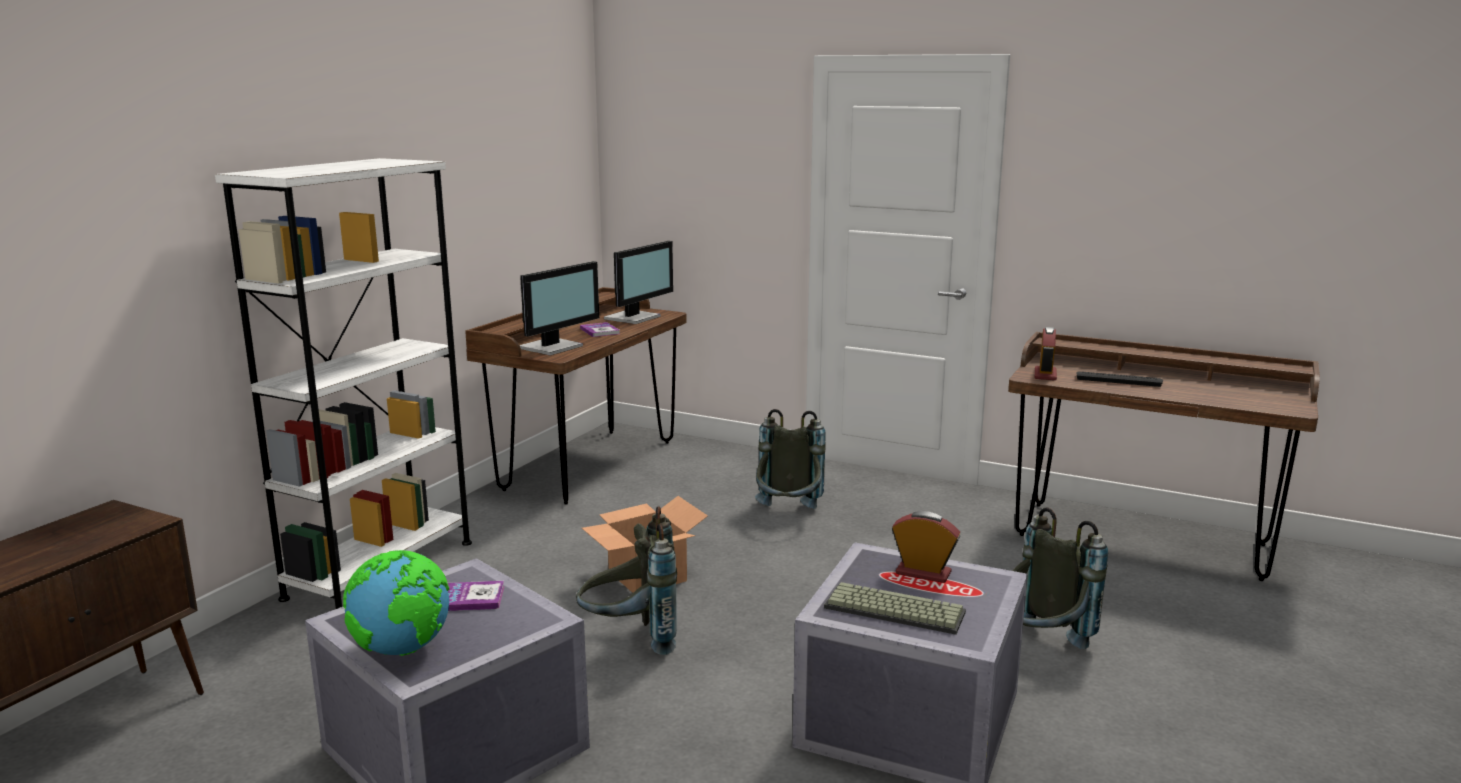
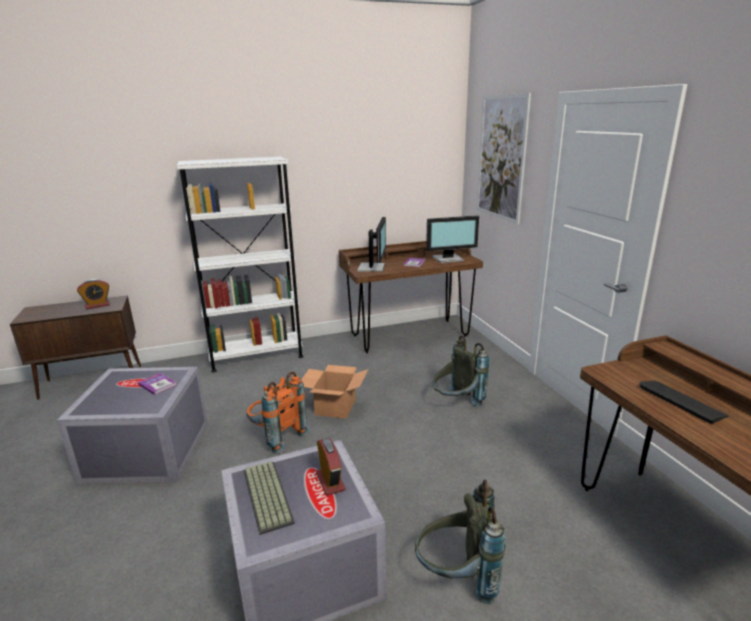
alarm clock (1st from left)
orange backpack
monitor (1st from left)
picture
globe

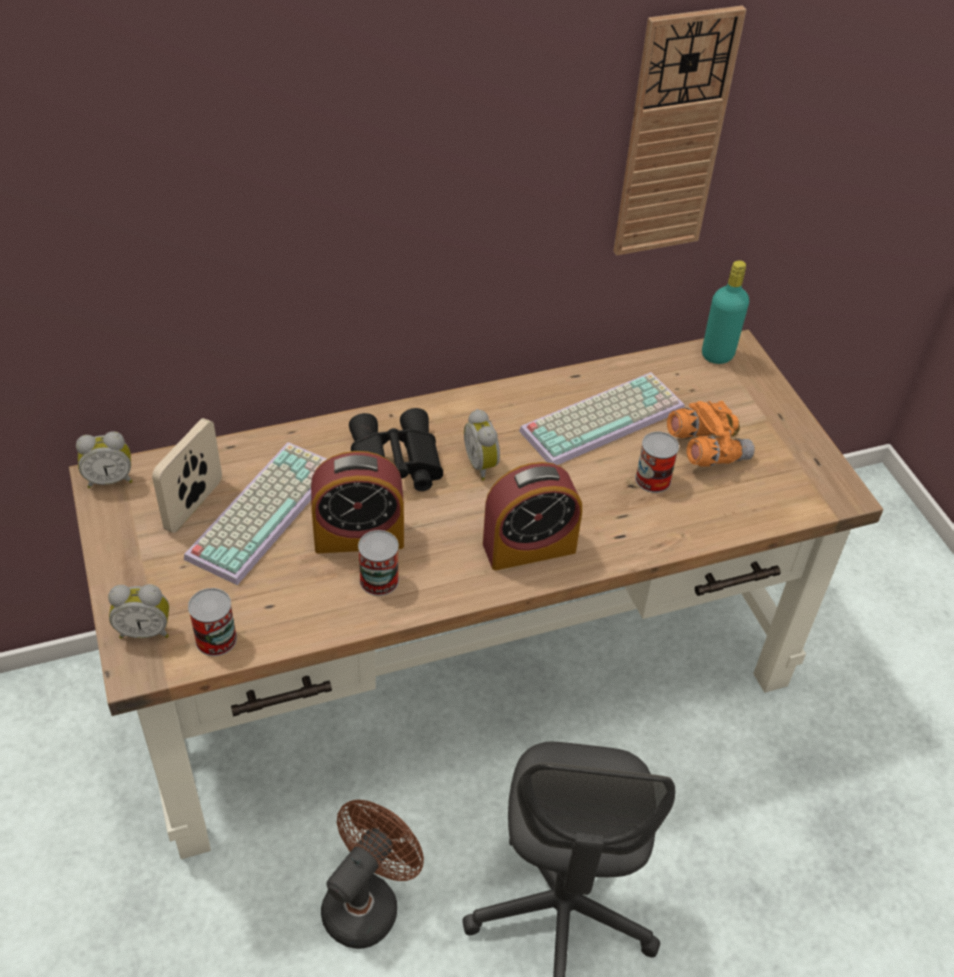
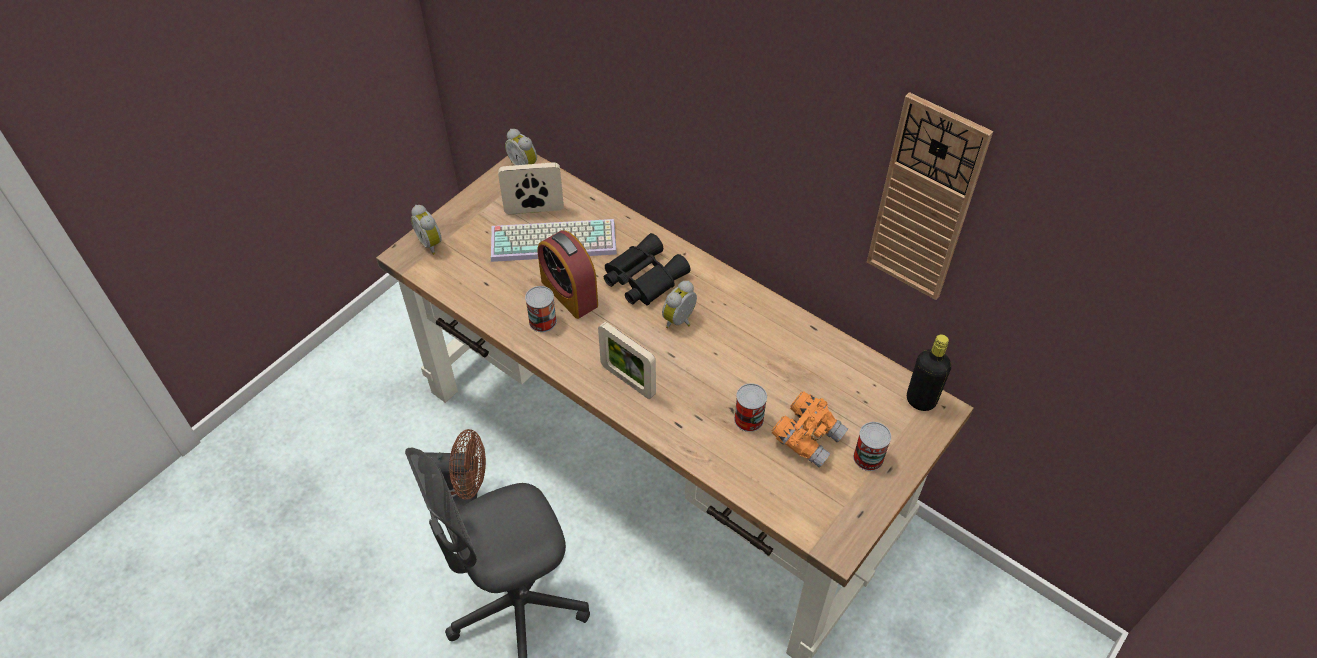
picture frame (2nd from left)
can (3rd from left)
black bottle
keyboard (2nd from left in the first image)

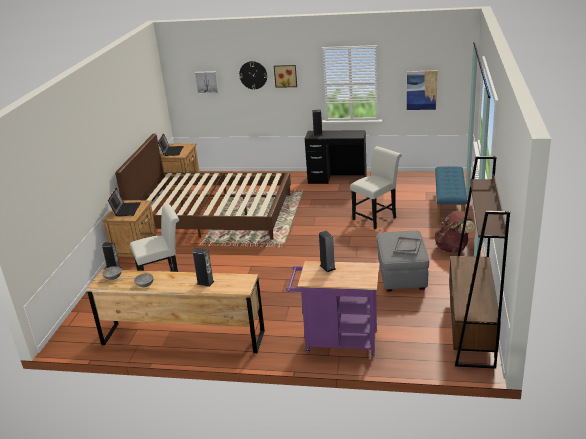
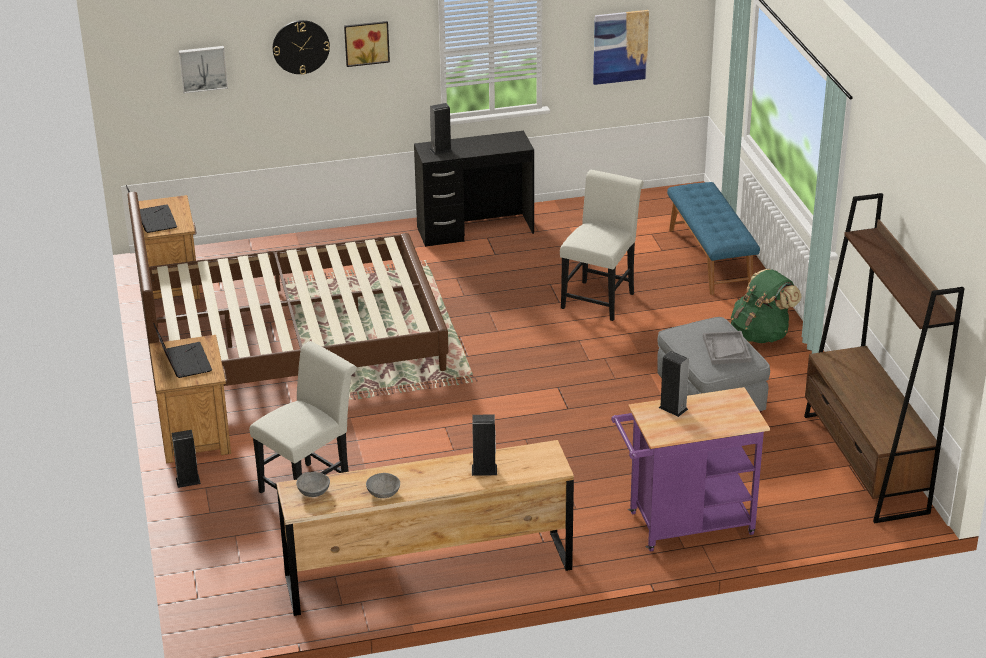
green backpack

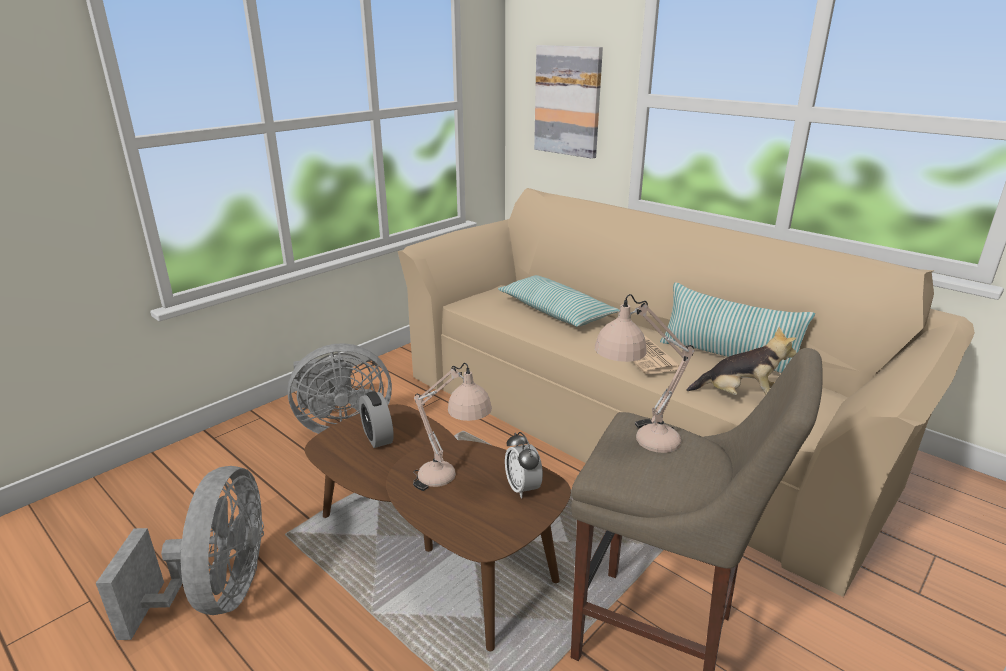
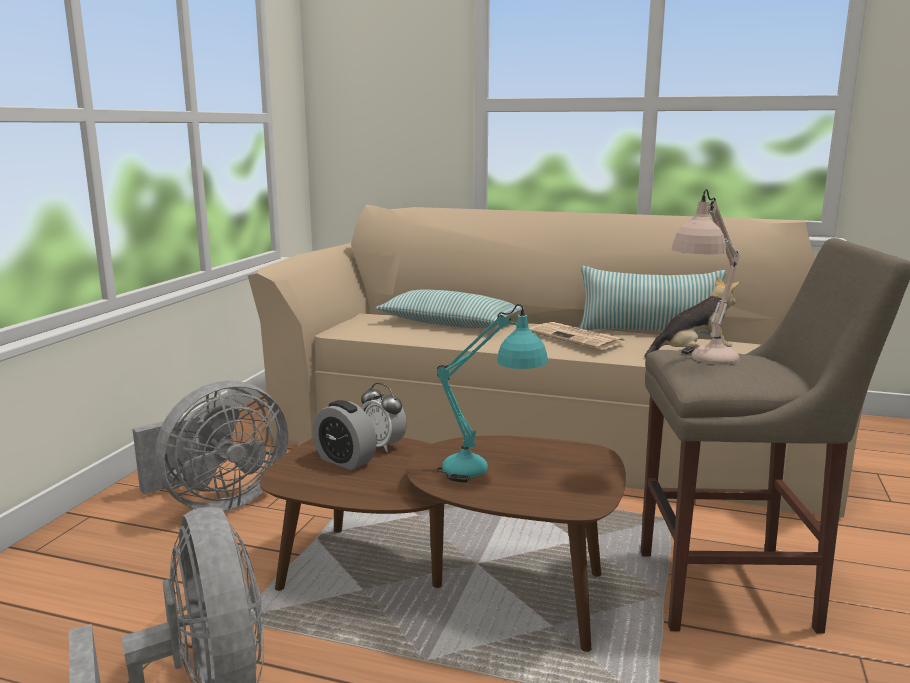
alarm clock (2nd from left)
turquoise table lamp
picture

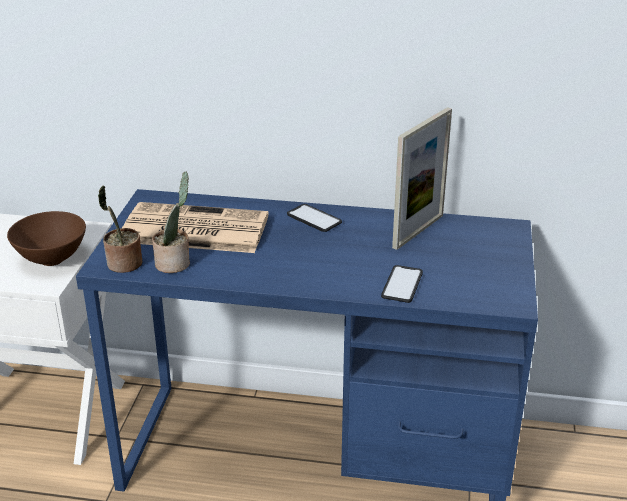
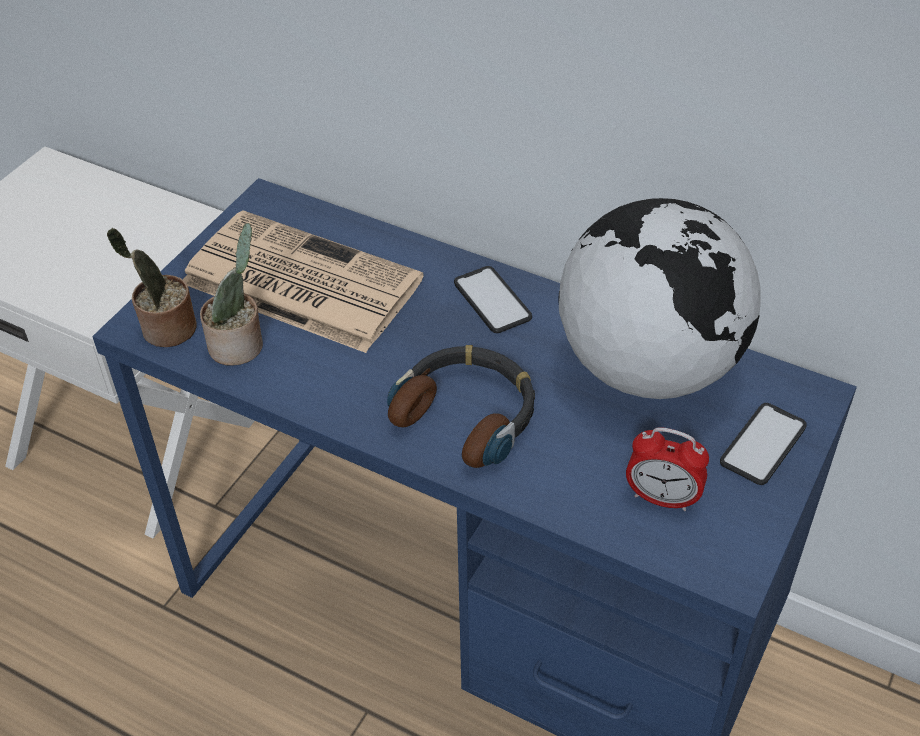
headphones
globe
alarm clock
phone (2nd from left)
brown bowl

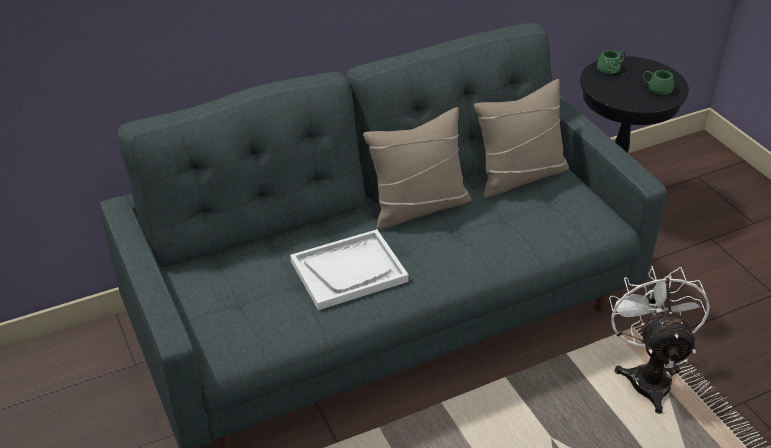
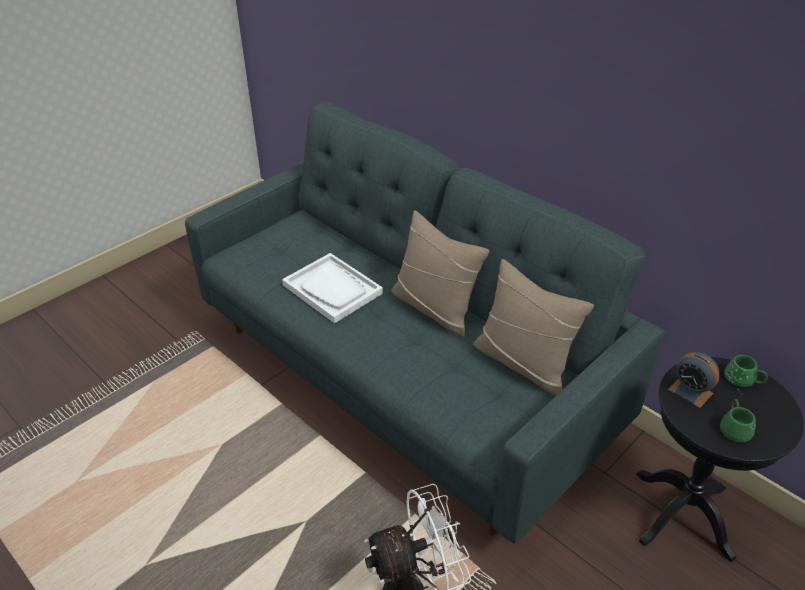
alarm clock

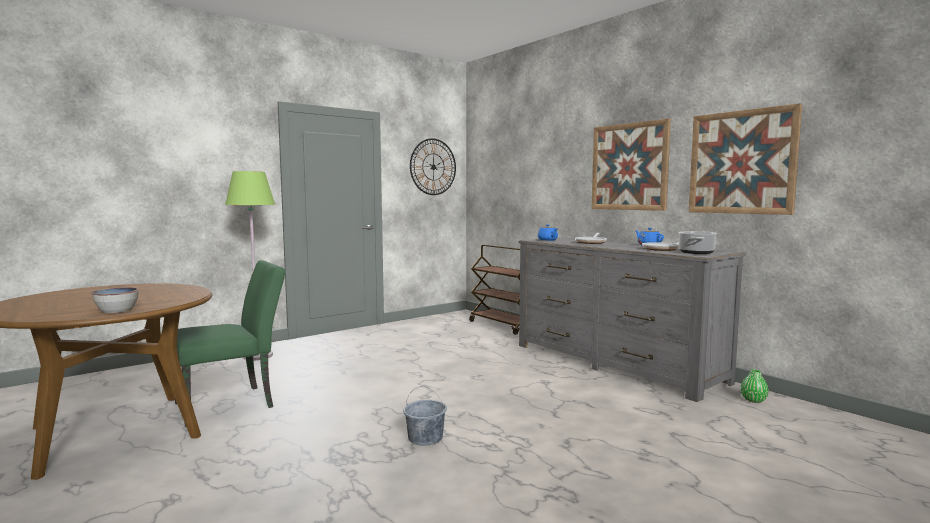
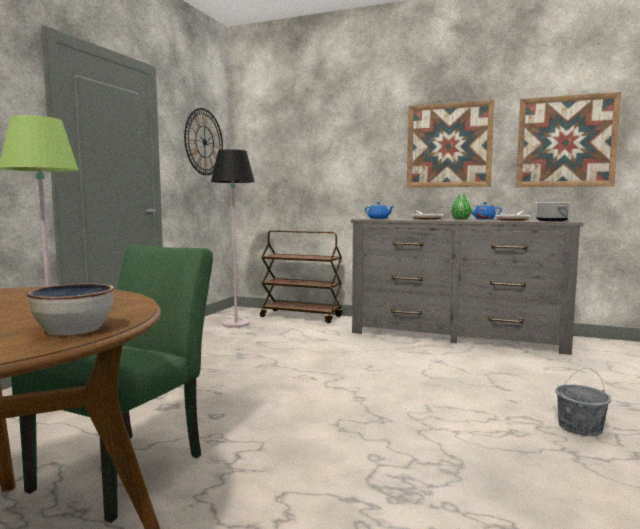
black floor lamp
green vase
grey bucket

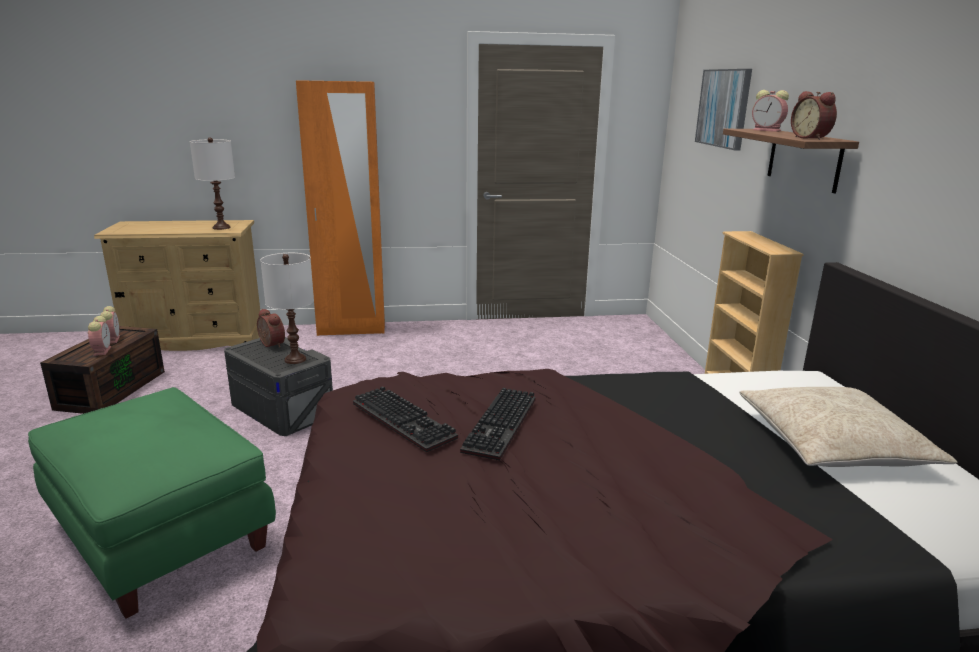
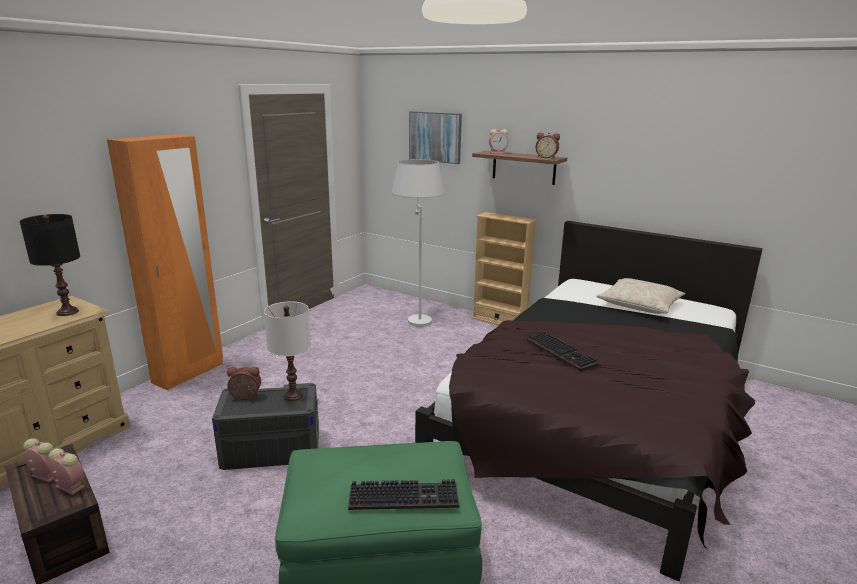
black table lamp
keyboard (1st from left)
white floor lamp

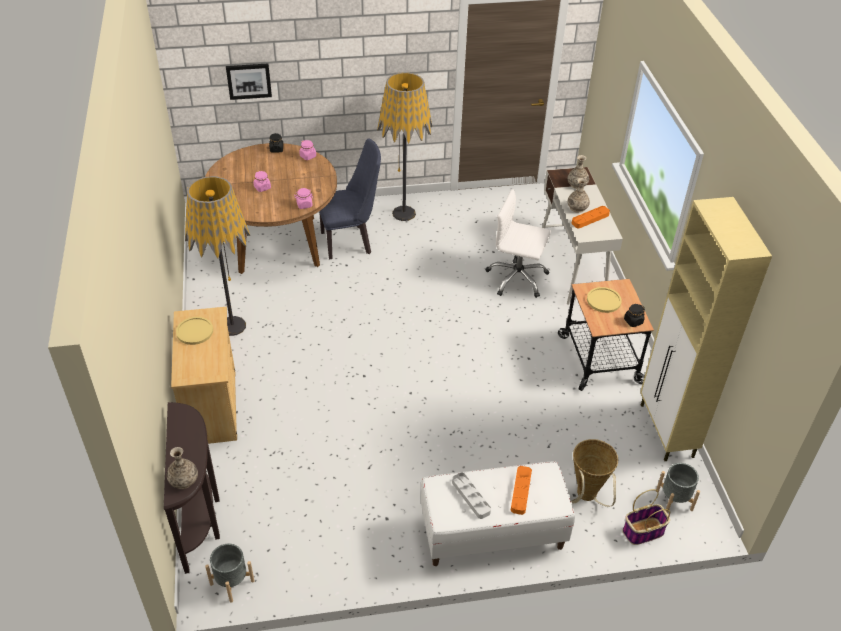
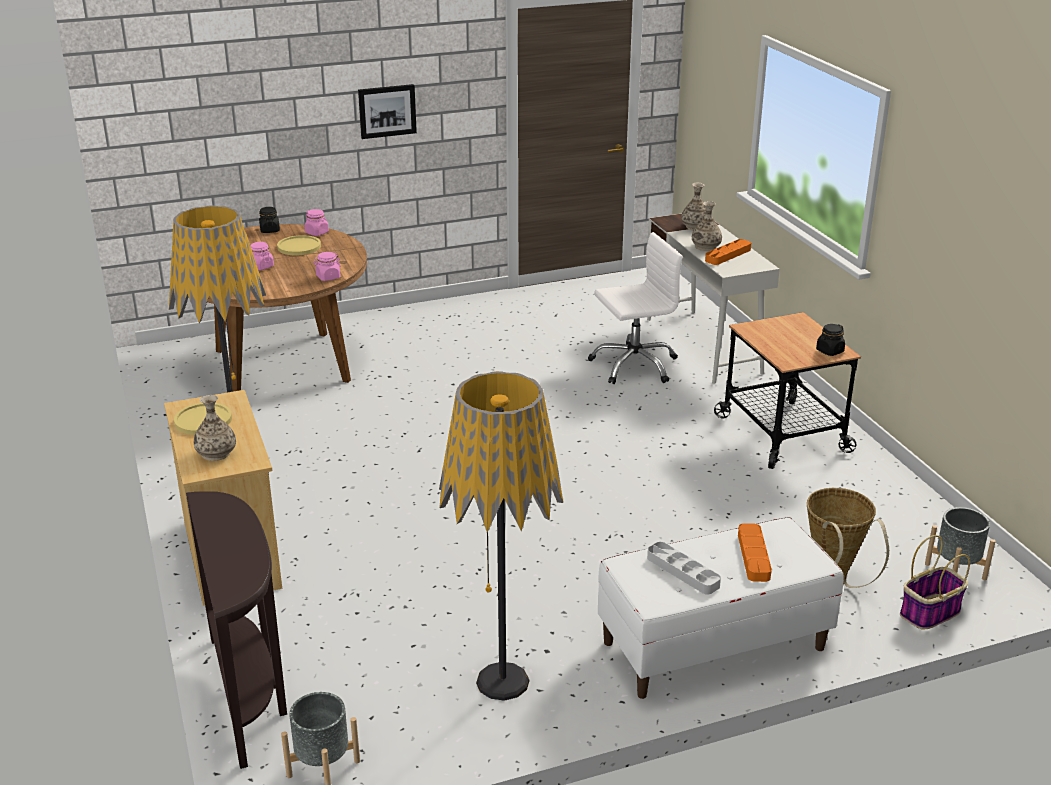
vase (1st from left)
yellow plate (2nd from left)
picture
floor lamp (2nd from left)
white office chair
blue chair
beige cabinet

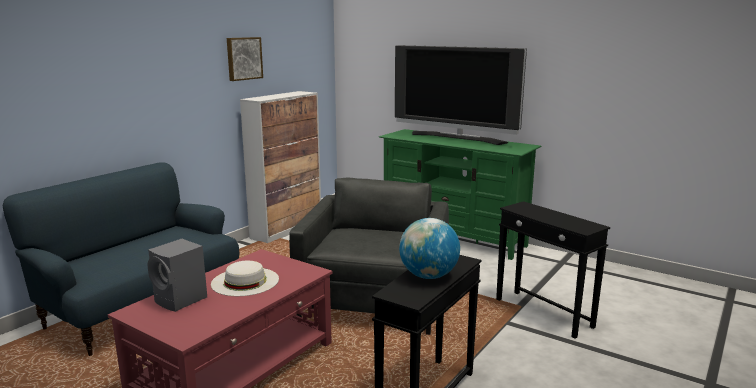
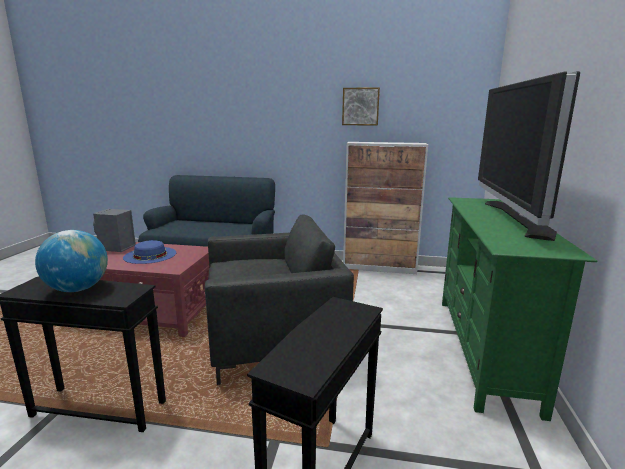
blue hat

